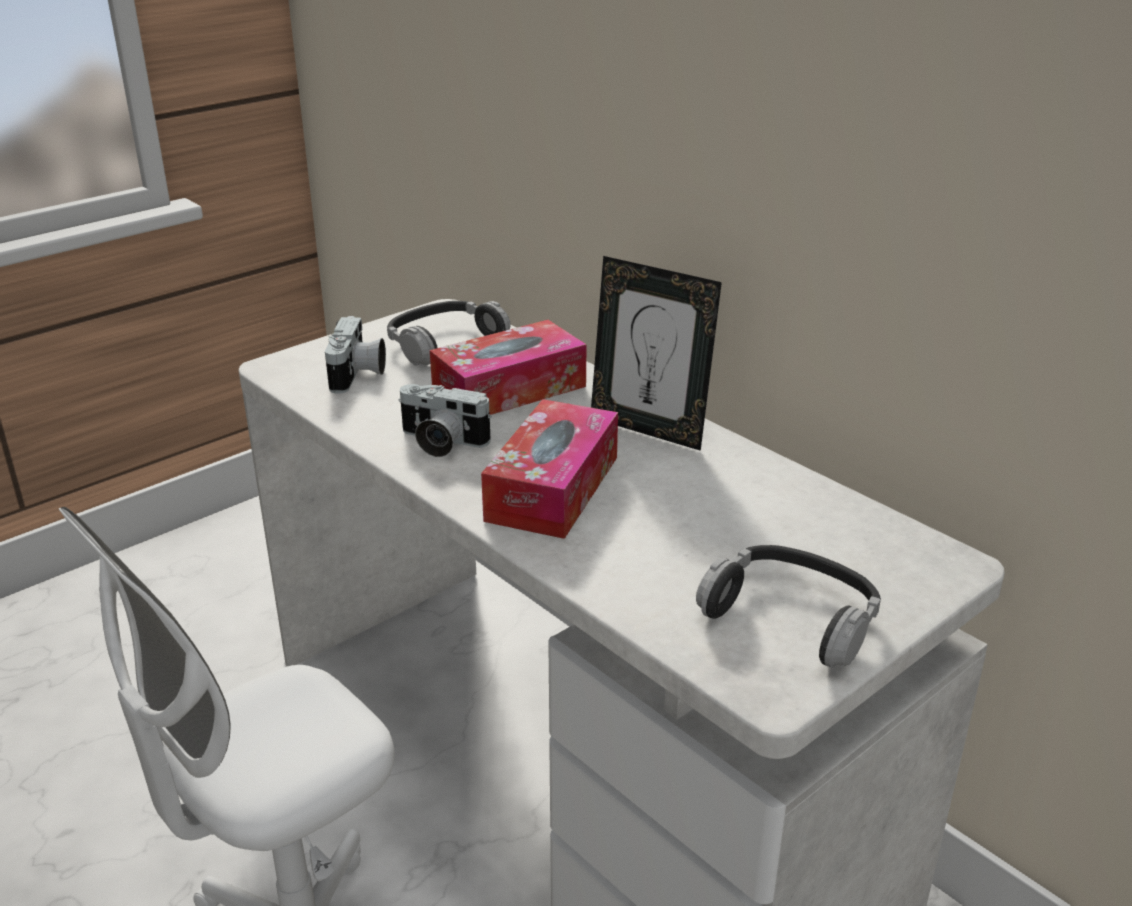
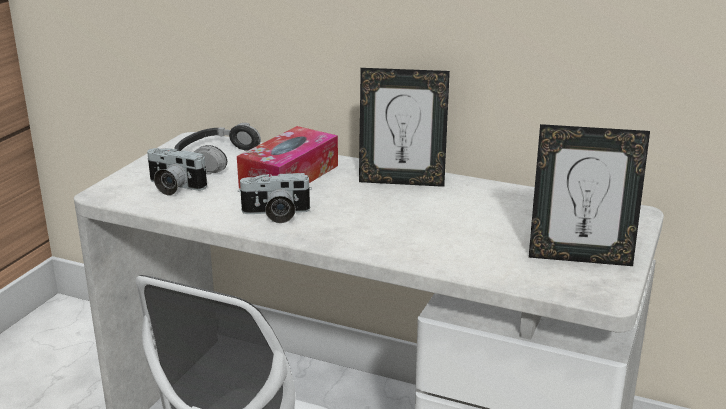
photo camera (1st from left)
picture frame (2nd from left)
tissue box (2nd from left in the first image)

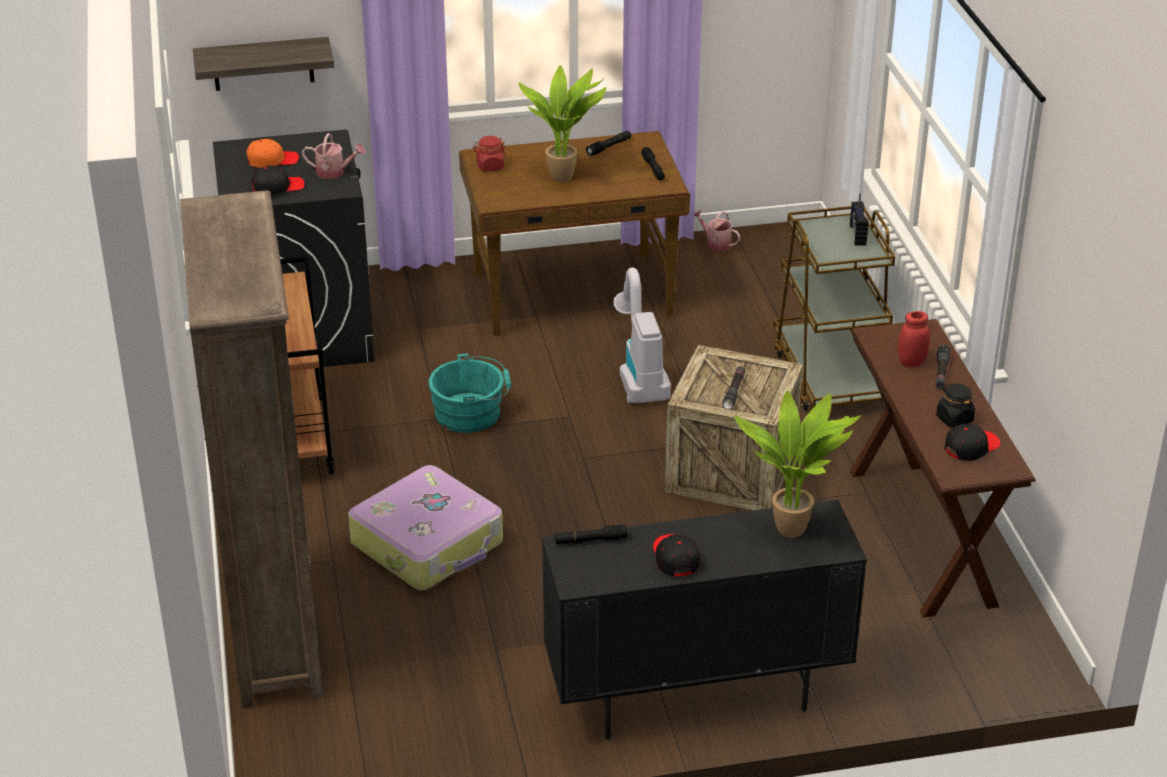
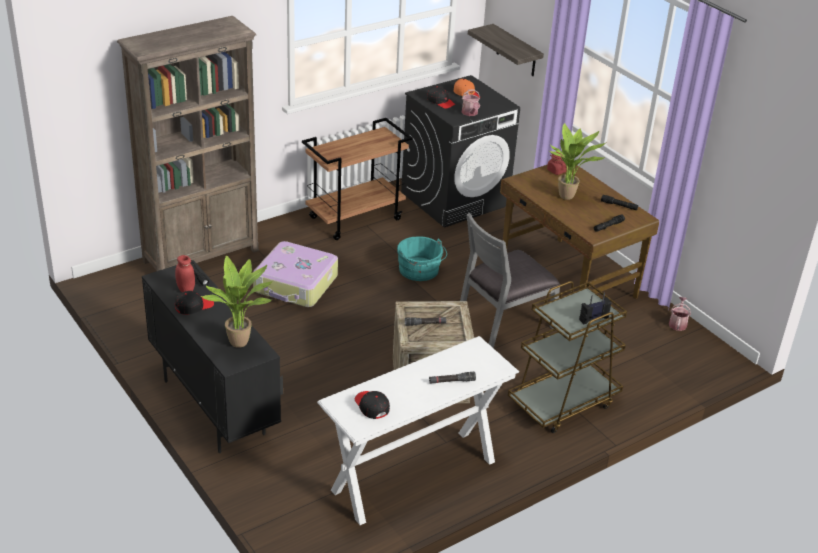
red jar (1st from left)
white console table
black cap (2nd from left)
grey chair
black jar

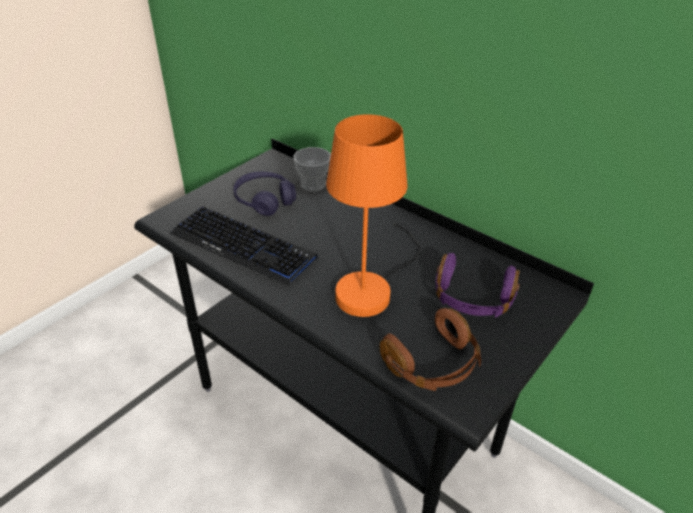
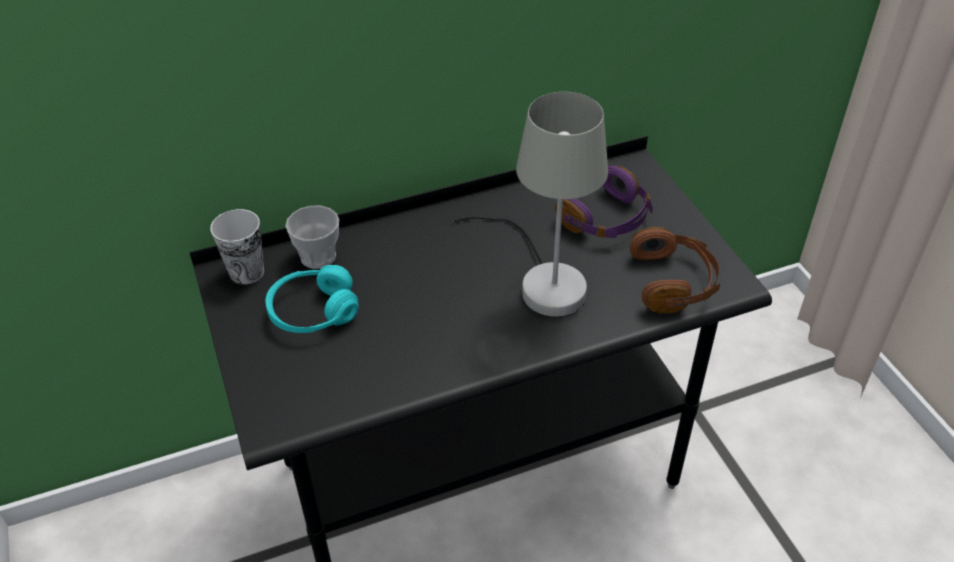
cup (1st from left)
turquoise headphones
grey table lamp
keyboard

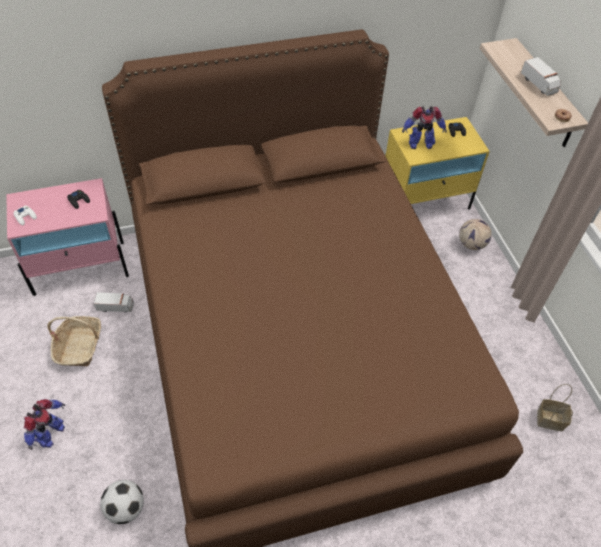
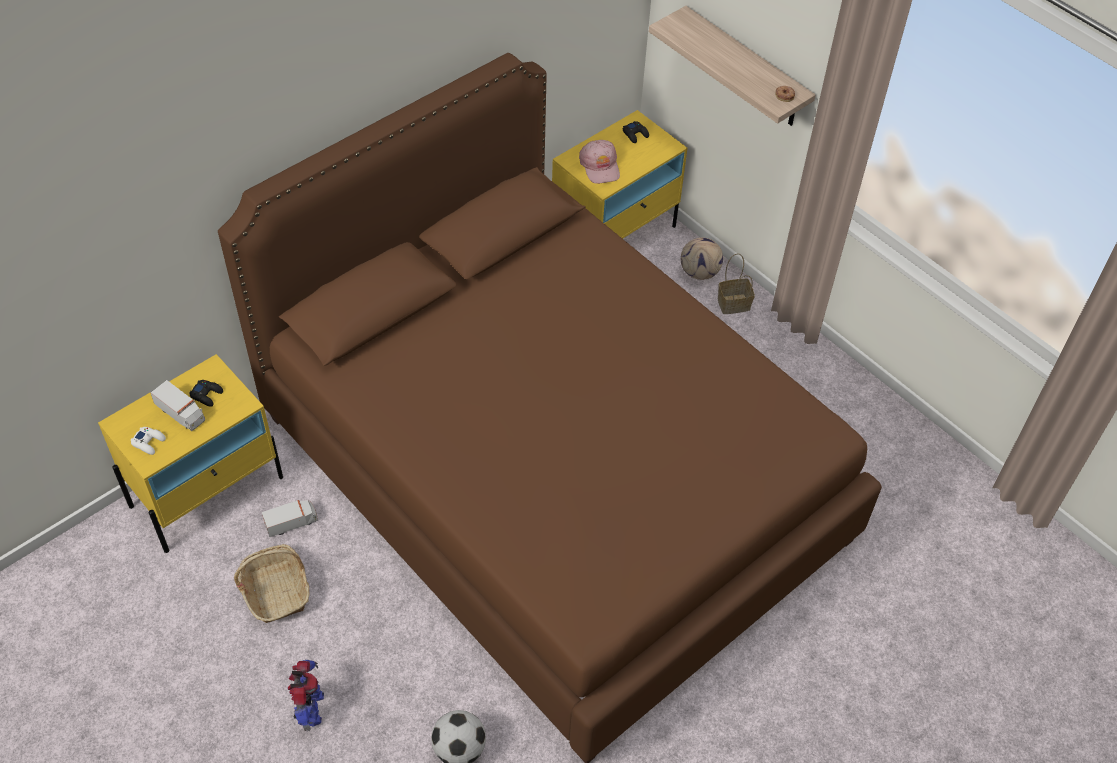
yellow nightstand (1st from left)
toy truck (1st from left)
pink cap
basket (2nd from left)

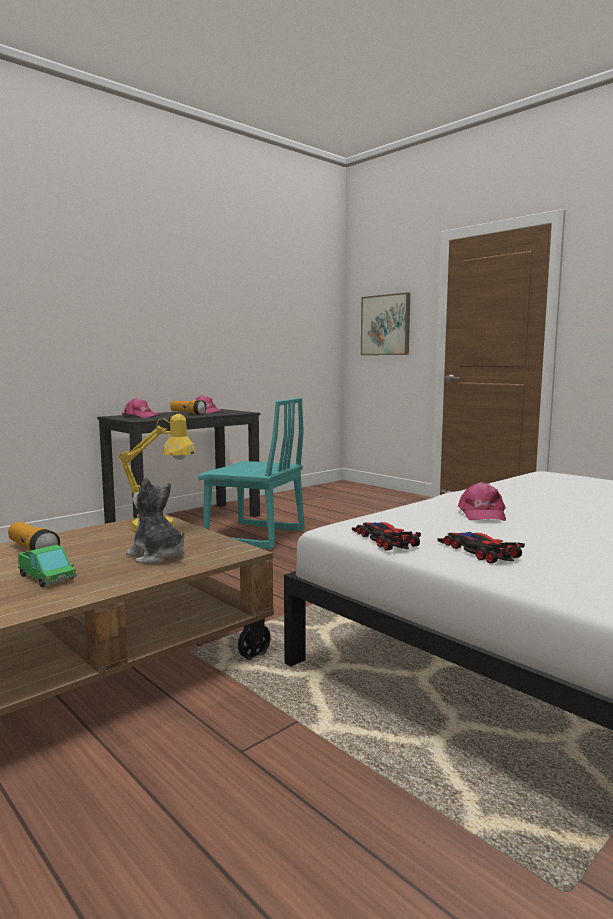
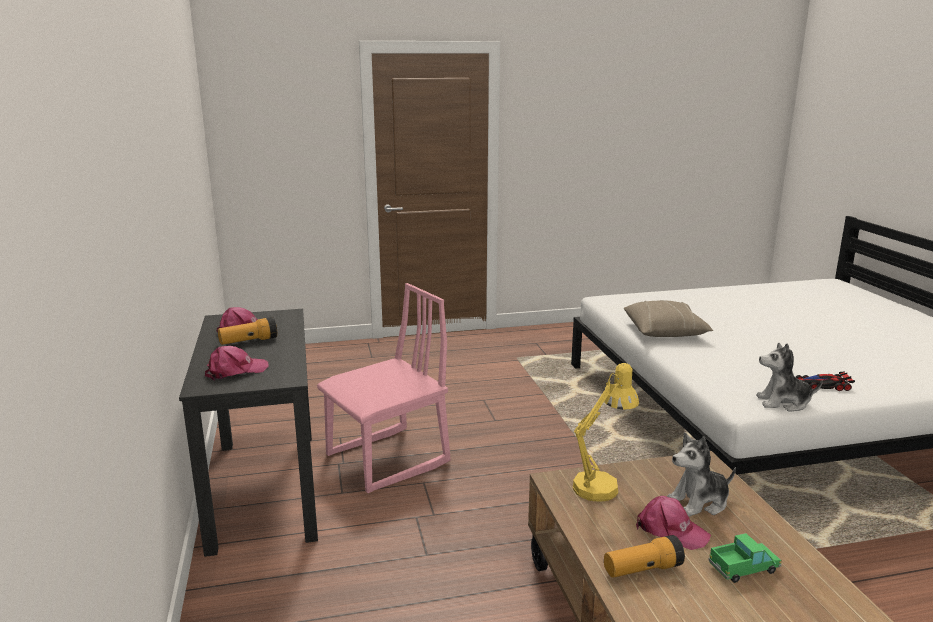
pink chair
beige pillow
pink cap (3rd from left)
plush toy (2nd from left)
picture

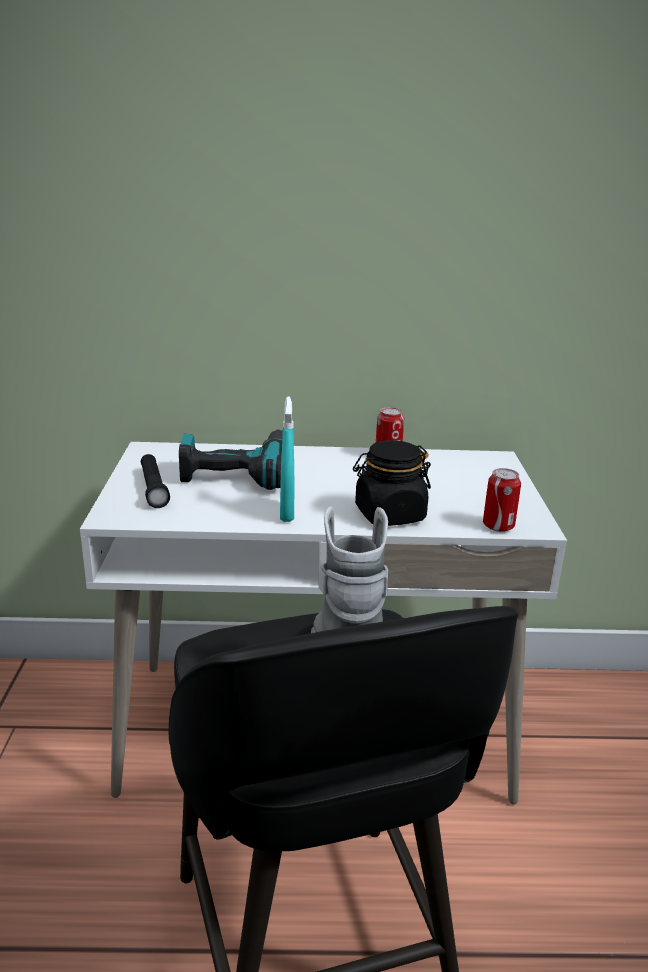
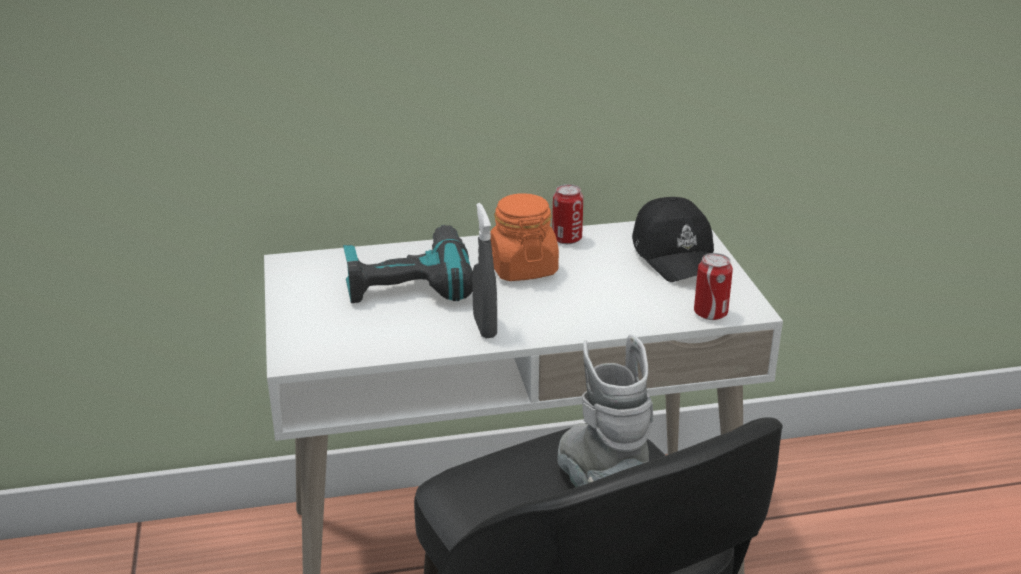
grey spray bottle
orange jar
black cap
black flashlight
black jar

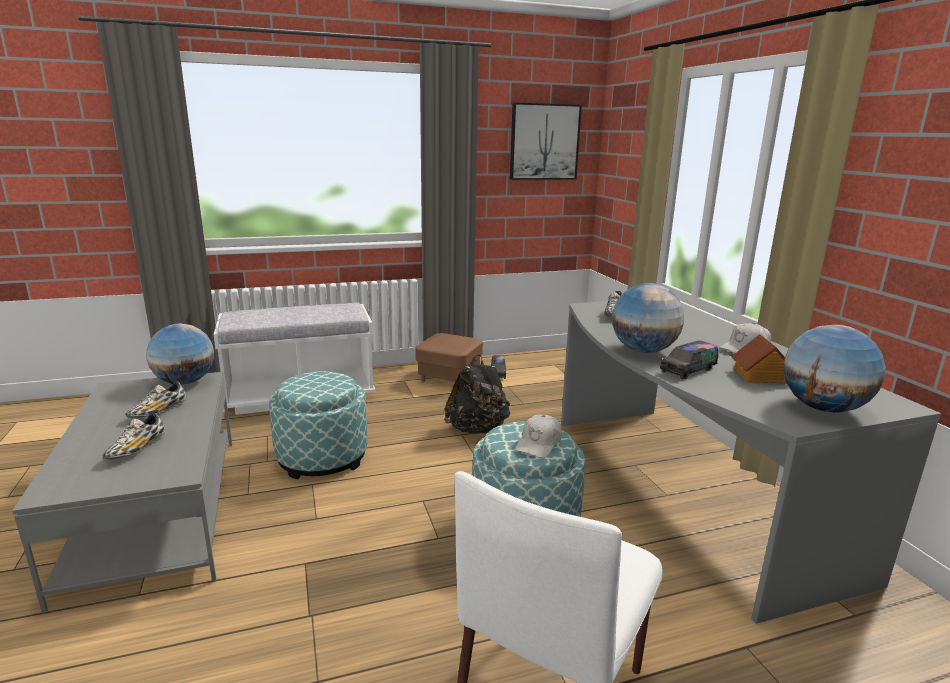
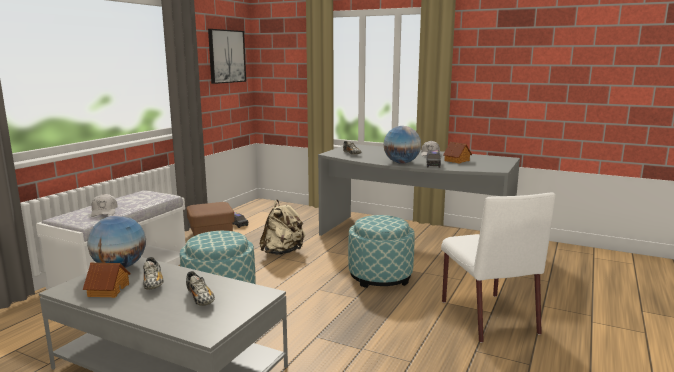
toy house (1st from left)
white cap (1st from left)
beige backpack
globe (3rd from left in the first image)

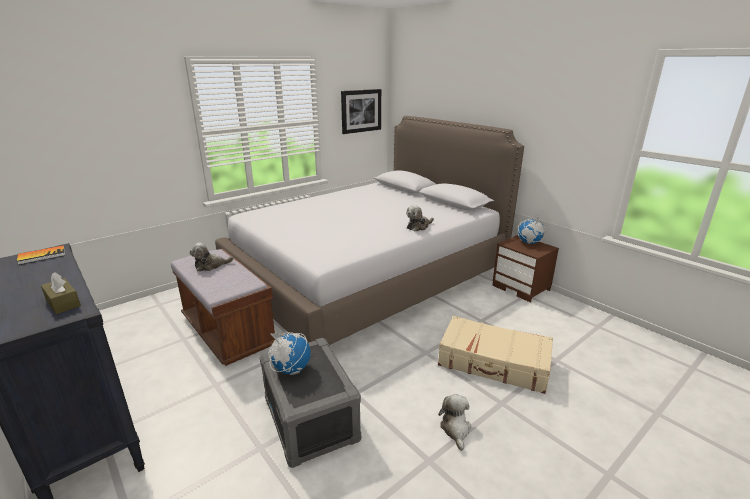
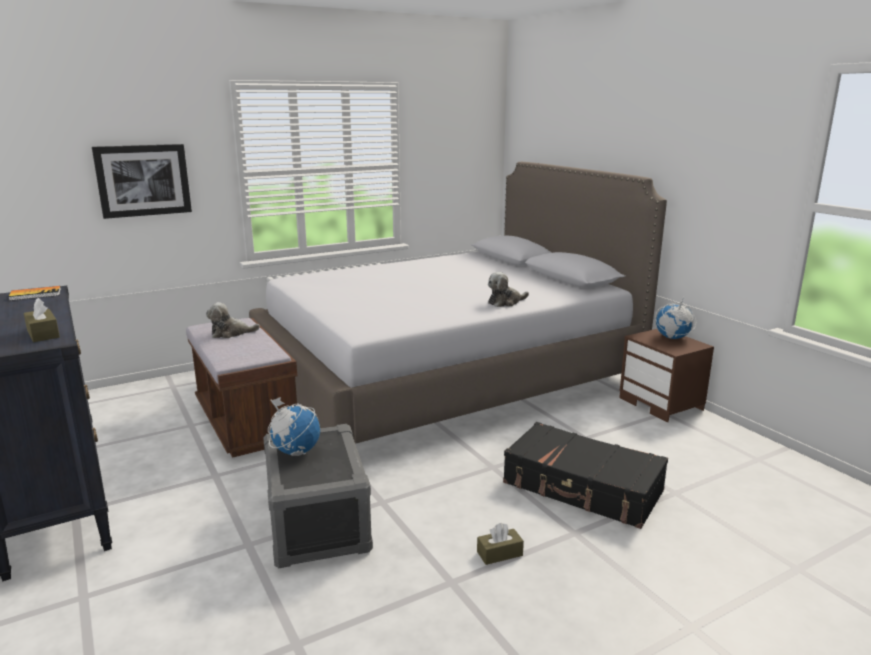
picture
brown tissue box (2nd from left)
black suitcase

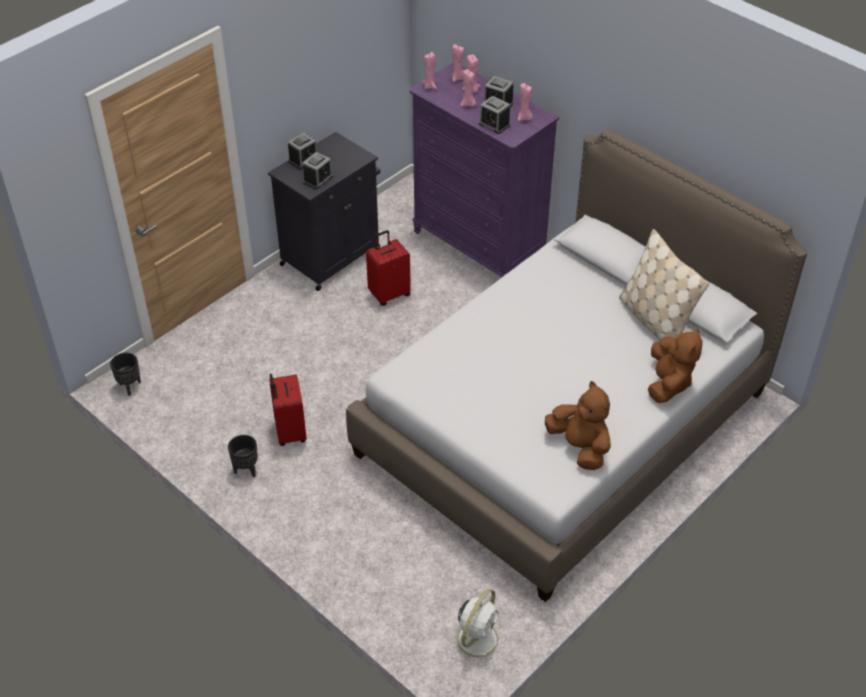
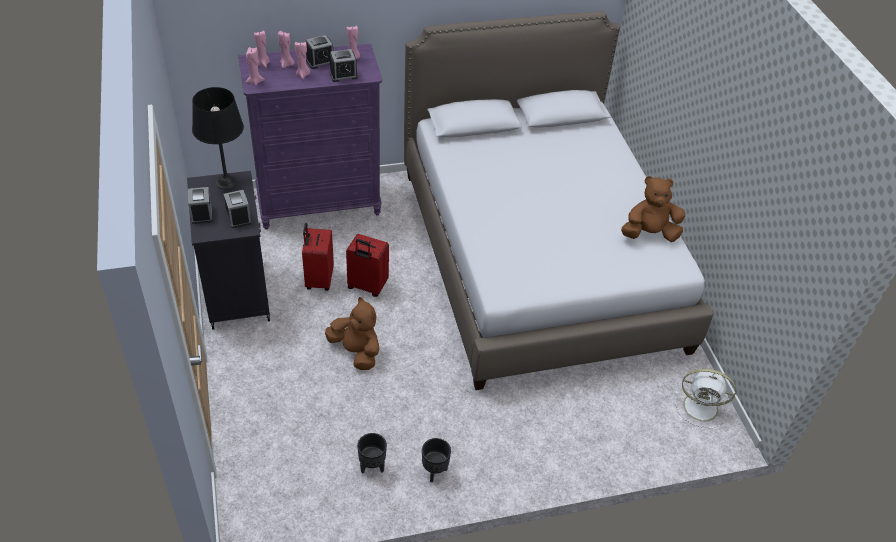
black table lamp
brown plush toy (1st from left)
red suitcase (2nd from left)
black planter (1st from left)
white fan
beige pillow

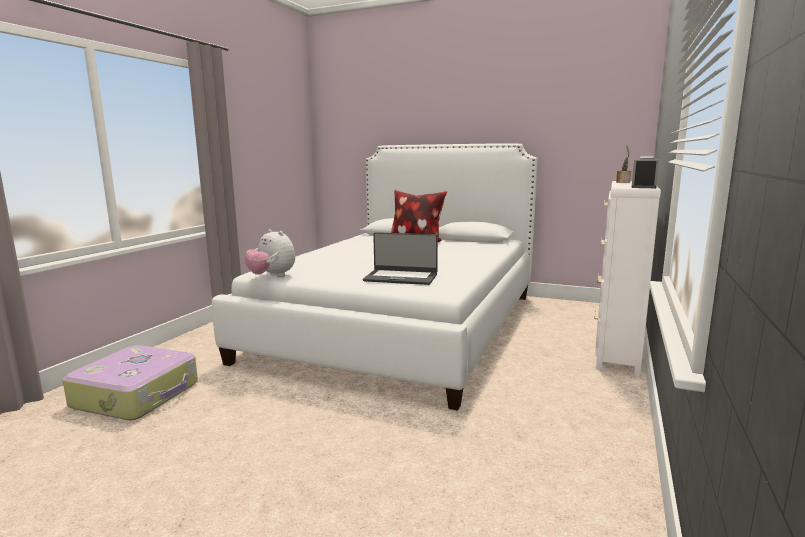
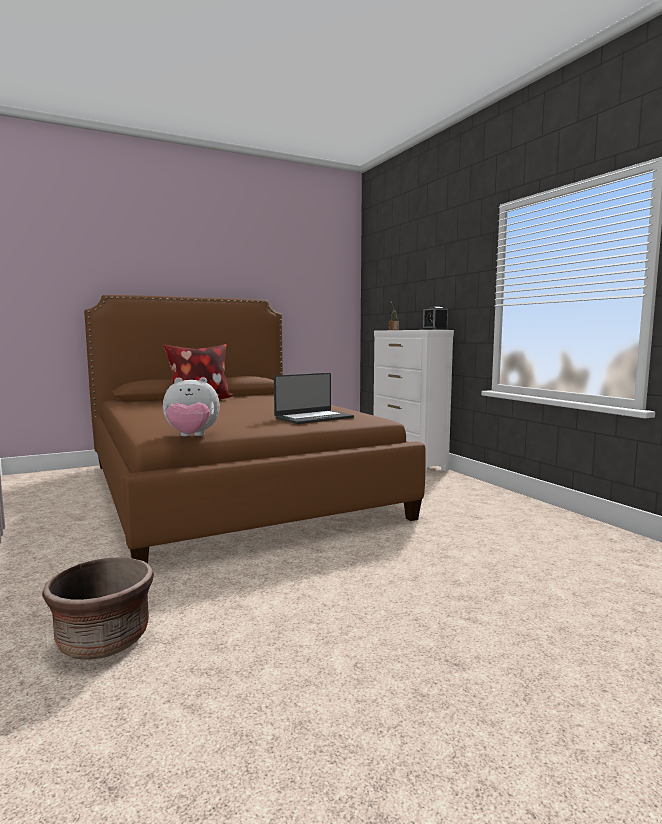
brown planter
brown bed

